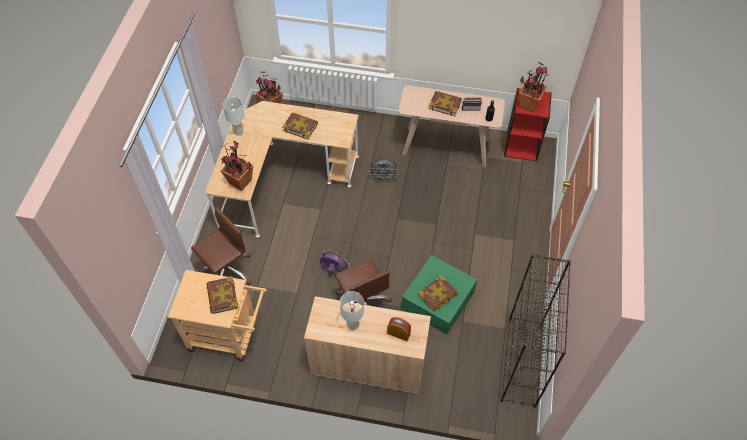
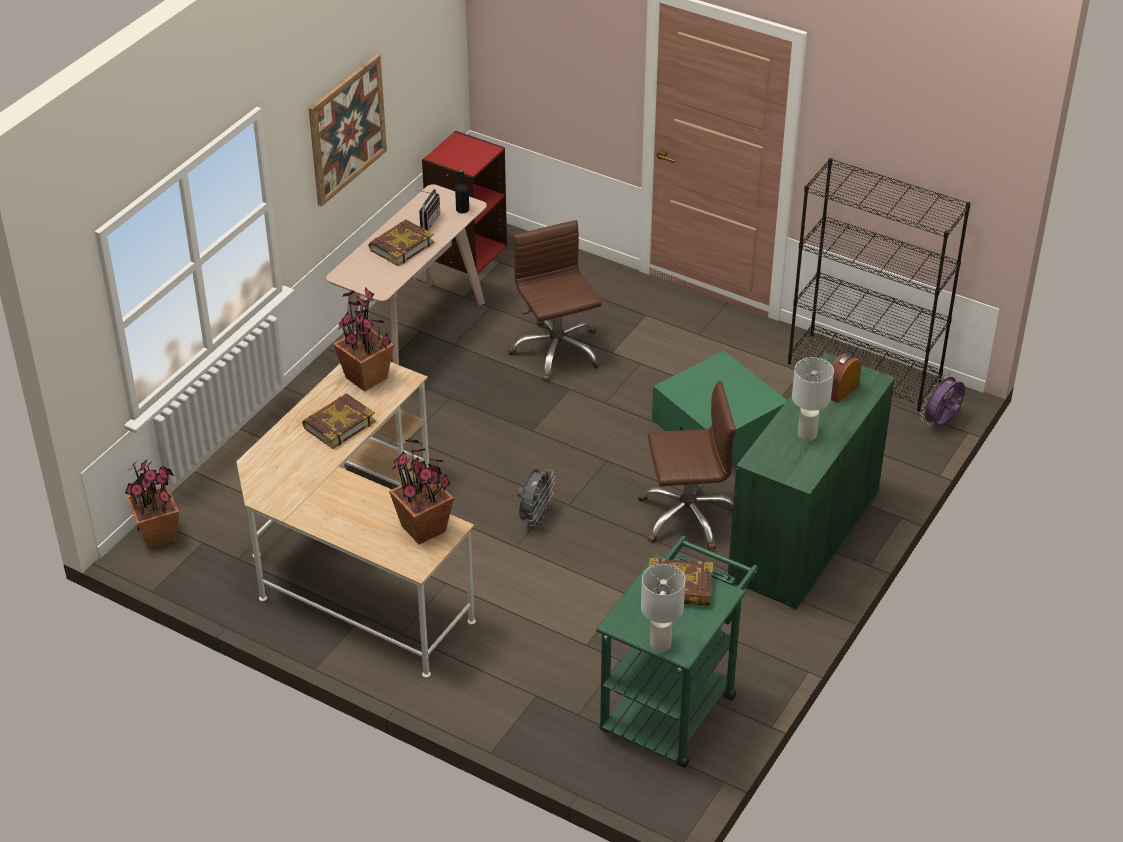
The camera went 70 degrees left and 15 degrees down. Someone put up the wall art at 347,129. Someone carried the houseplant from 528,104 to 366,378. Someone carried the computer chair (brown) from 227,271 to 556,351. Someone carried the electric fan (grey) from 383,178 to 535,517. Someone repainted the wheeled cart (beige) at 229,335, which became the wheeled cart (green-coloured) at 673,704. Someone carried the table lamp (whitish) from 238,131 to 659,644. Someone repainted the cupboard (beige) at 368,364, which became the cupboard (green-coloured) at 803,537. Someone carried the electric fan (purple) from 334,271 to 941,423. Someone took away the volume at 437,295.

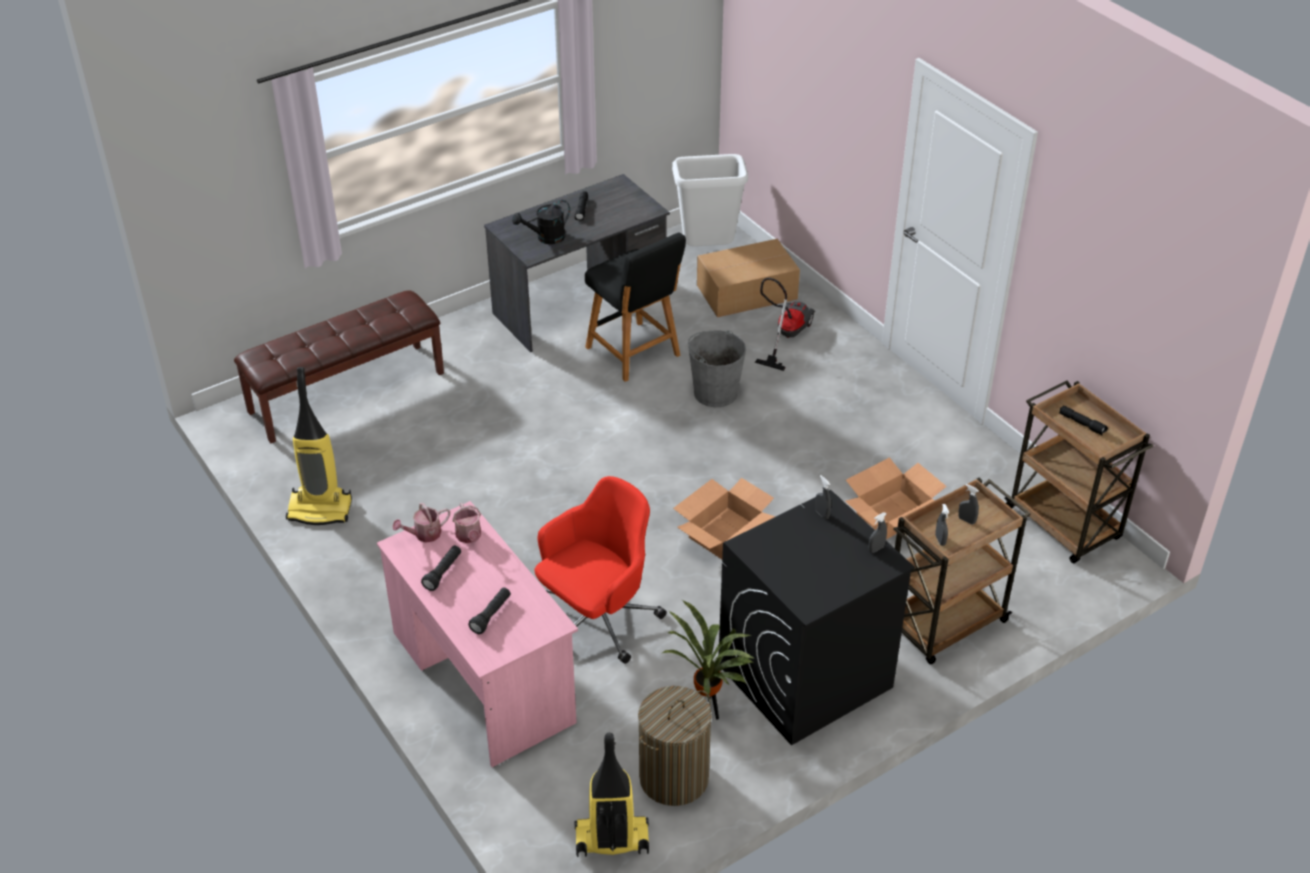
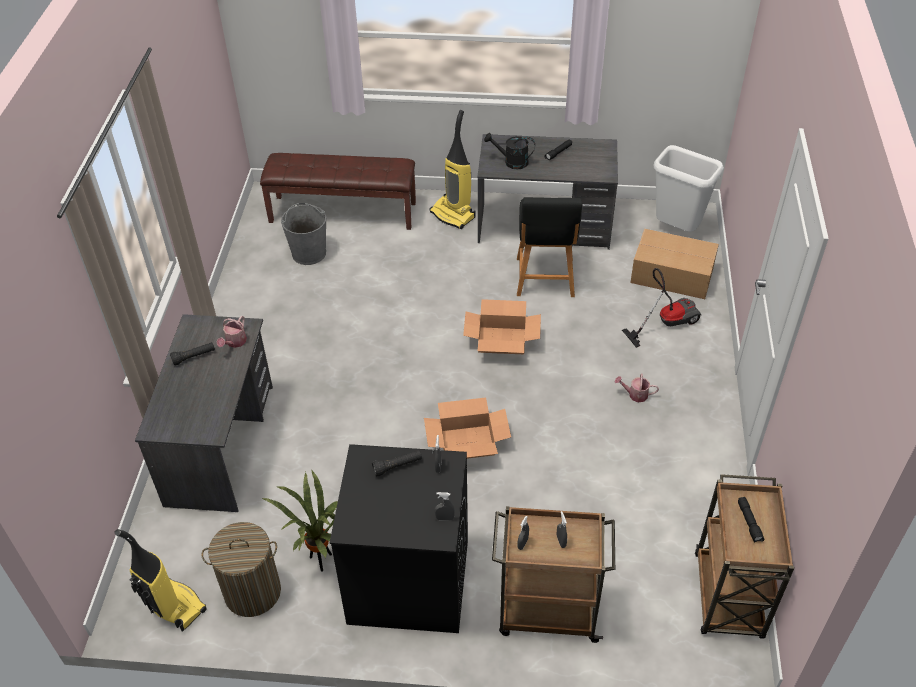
The camera went 40 degrees right and 5 degrees up. Someone repainted the desk unit (pink) at 483,677, which became the desk unit (grey) at 221,444. Someone carried the bucket (grey) from 715,392 to 309,253. Someone carried the torch (black) from 491,615 to 397,466. Someone carried the vacuum from 321,509 to 453,215. Someone carried the packing box from 893,514 to 502,340. Someone carried the watering can from 424,534 to 635,394. Someone took away the computer chair (red-coloured) at 597,620.

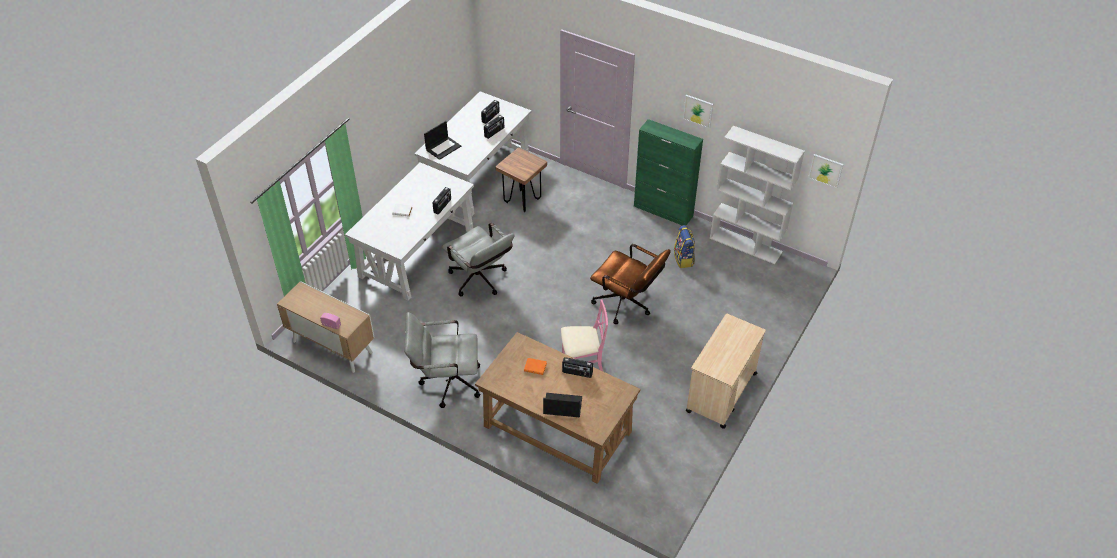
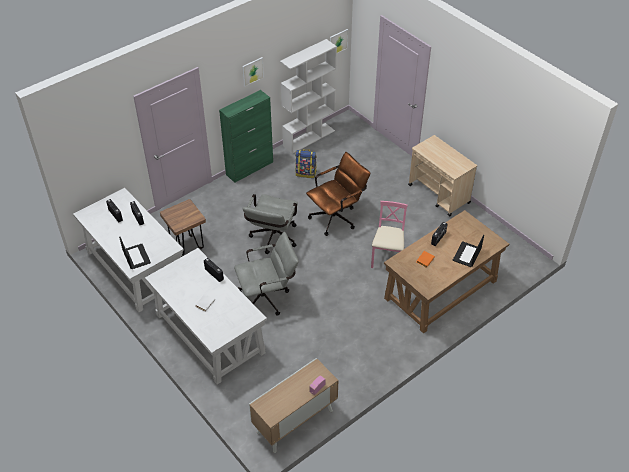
The camera went 70 degrees left and 0 degrees up. Someone carried the computer chair (grey) from 446,382 to 272,240.

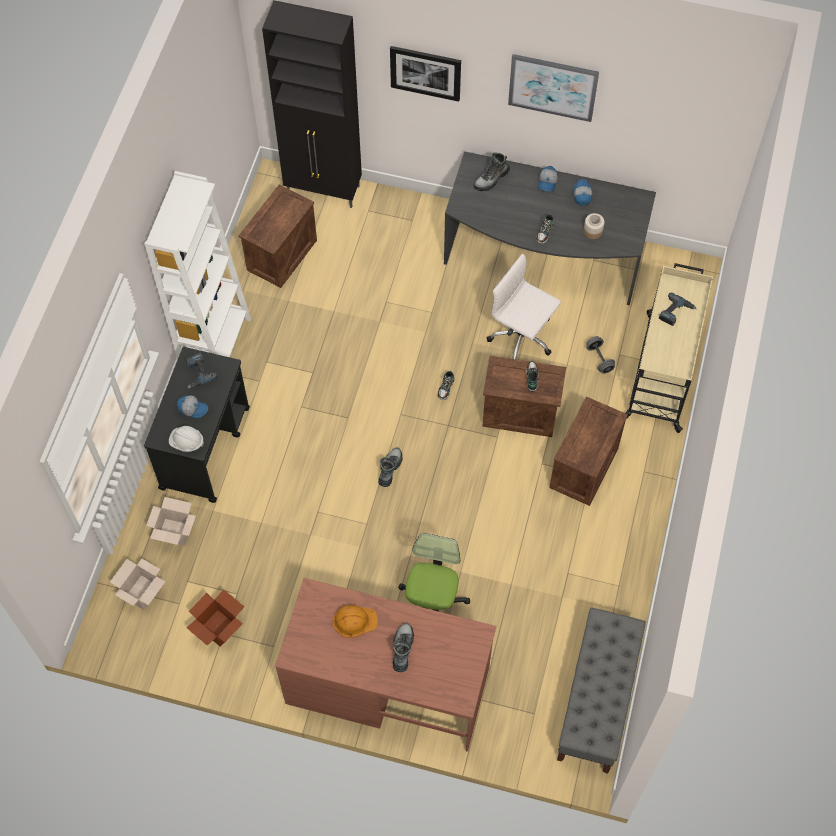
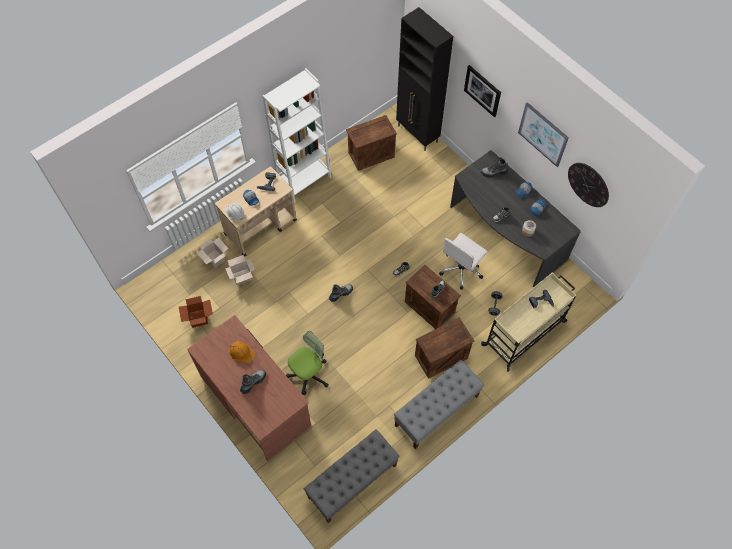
The camera went 35 degrees right and 0 degrees up. Someone repainted the wheeled cart (black) at 205,447, which became the wheeled cart (beige) at 261,227. Someone carried the packing box from 142,593 to 242,277. Someone put down the bench (grey) at 436,411. Someone rotated the computer chair (whitish) at 522,339 by 120 degrees counterclockwise. Someone put up the hanging clock at 588,184.

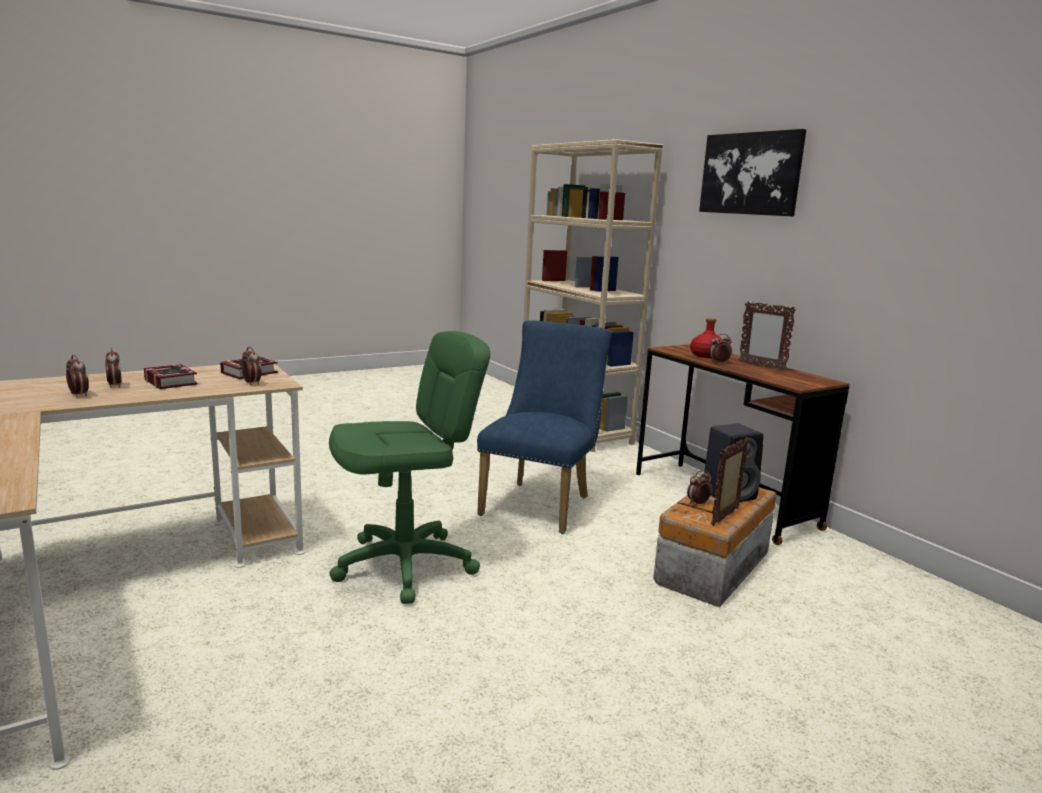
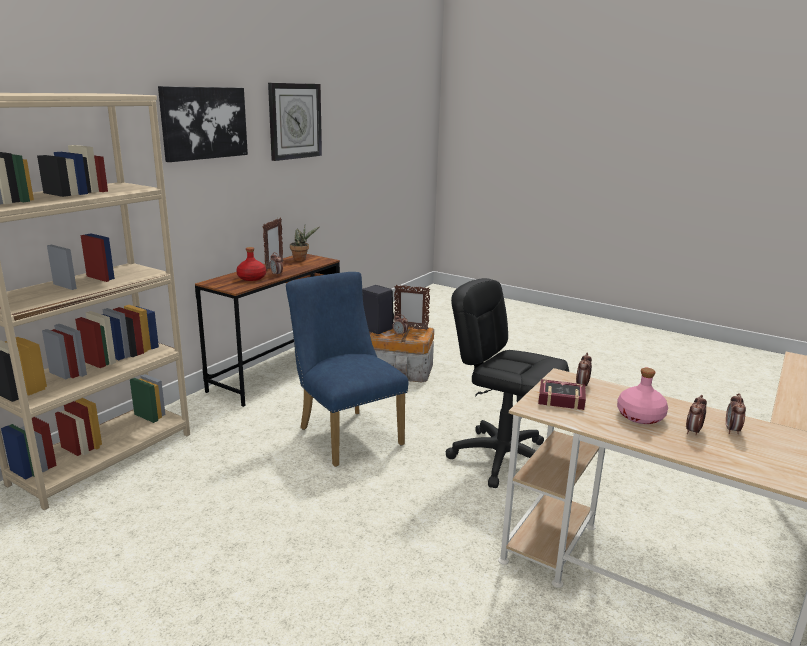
The camera went 115 degrees left and 5 degrees up. Someone put up the hanging clock at 294,121. Someone rotated the plain chair (blue) at 541,503 by 60 degrees clockwise. Someone put down the houseplant at 301,259. Someone repainted the computer chair (green-coloured) at 405,566, which became the computer chair (black) at 502,458. Someone swapped the volume at 171,381 for the drink bottle (pink) at 639,416.

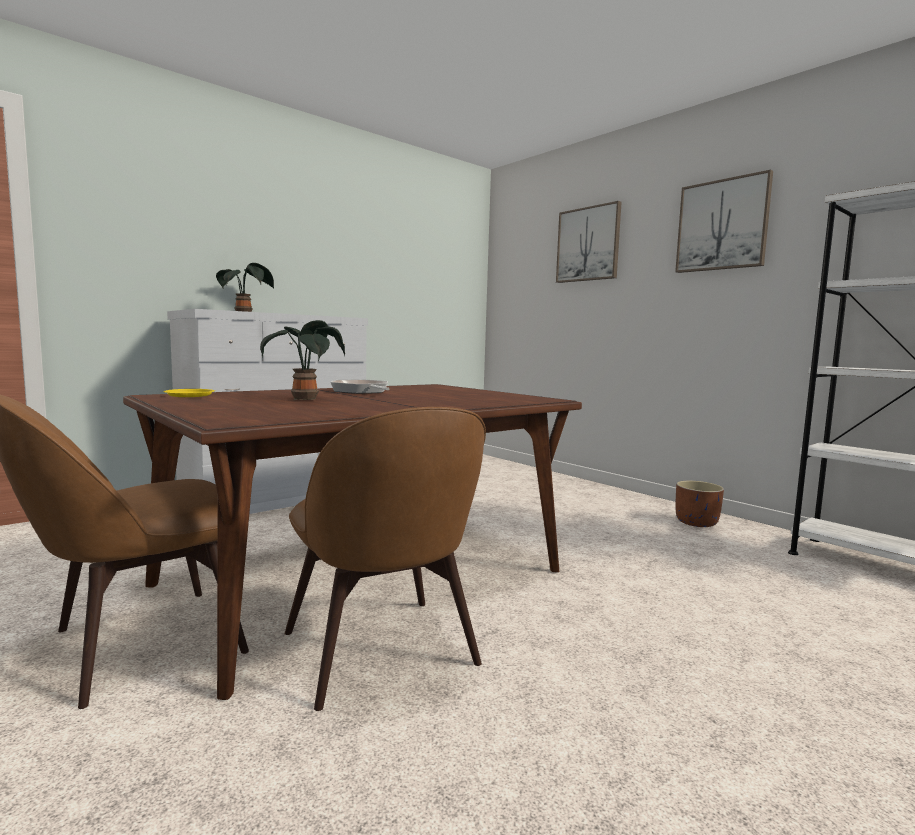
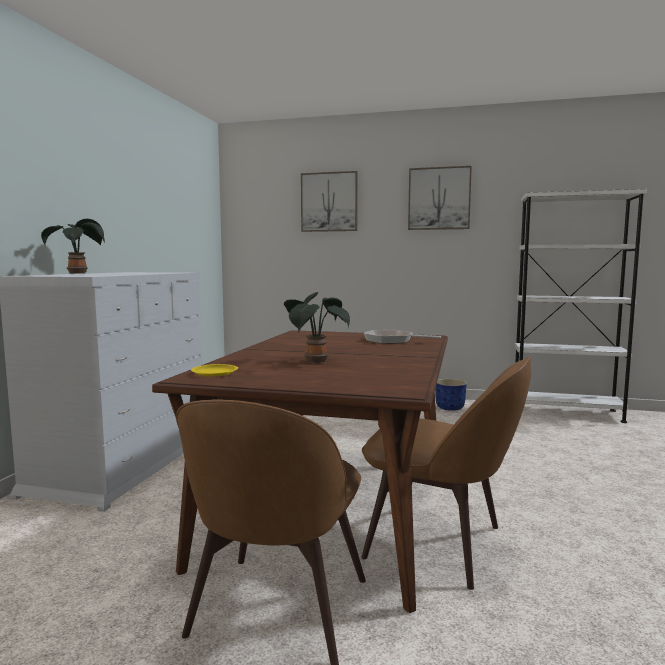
The camera went 35 degrees left and 0 degrees up. Someone carried the skillet from 361,391 to 392,341. Someone repainted the planter (brown) at 696,522, which became the planter (blue) at 450,407.

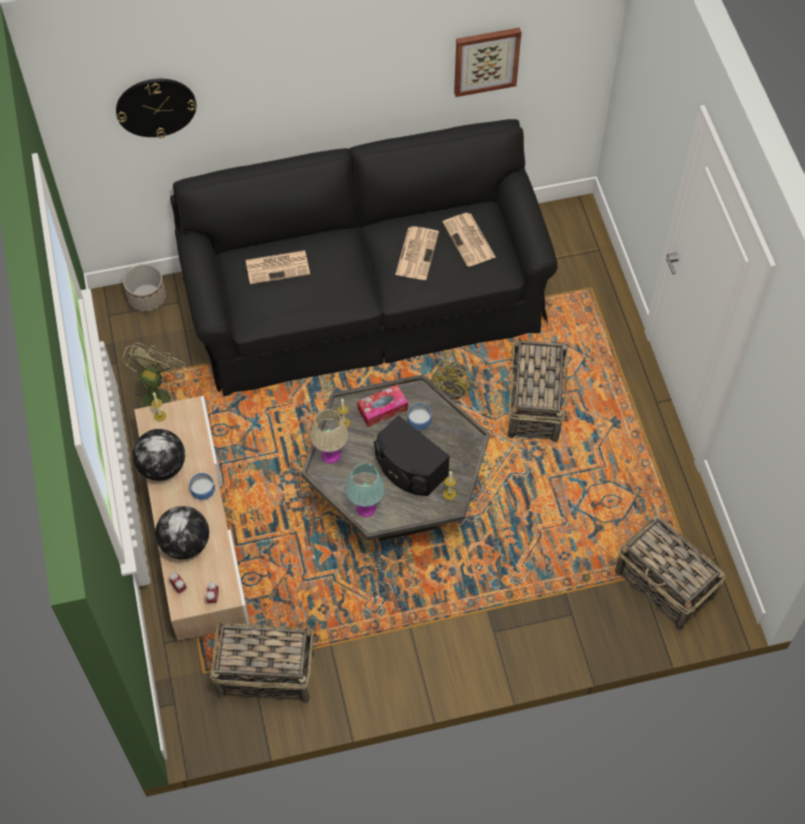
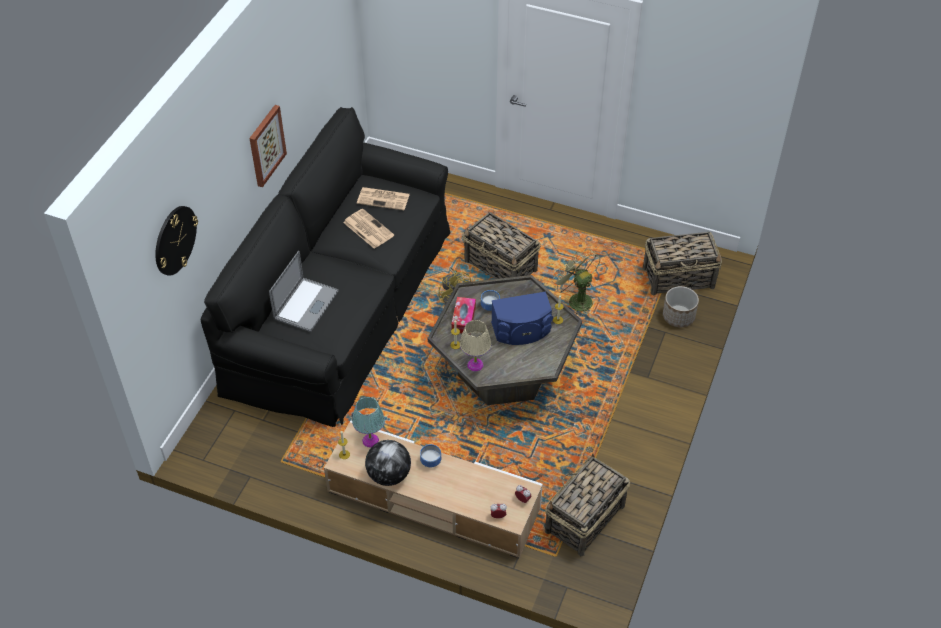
The camera went 55 degrees left and 10 degrees down. Someone carried the wall art from 486,60 to 266,145. Someone swapped the newspaper at 278,267 for the notebook computer at 306,305. Someone carried the table lamp (turquoise-coloured) from 365,508 to 370,440. Someone repainted the loudspeaker (black) at 409,469, which became the loudspeaker (blue) at 521,330. Someone carried the electric fan (green-coloured) from 158,395 to 576,300. Someone carried the planter from 147,298 to 678,316. Someone took away the desk globe at 185,544.

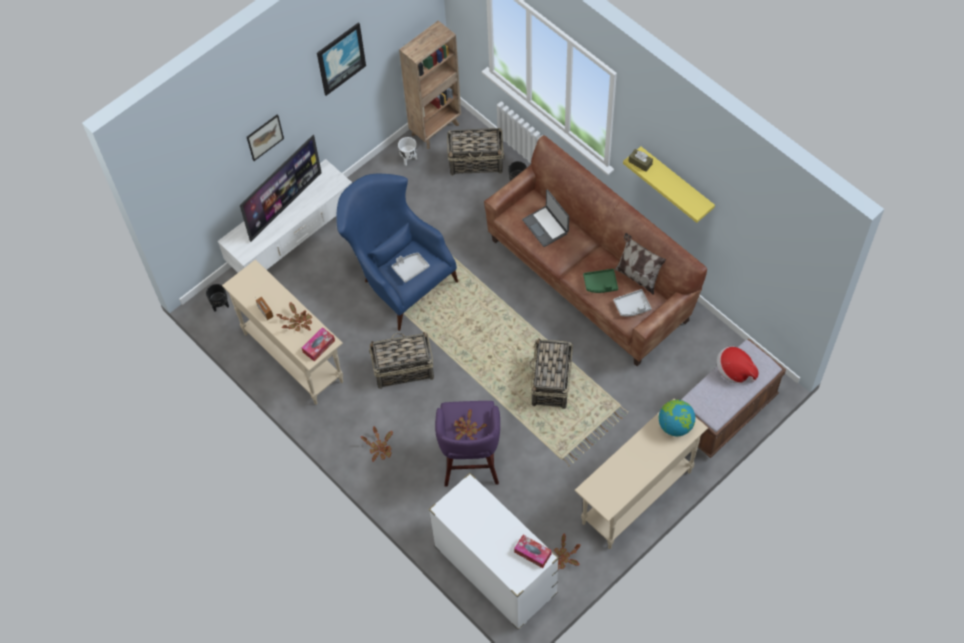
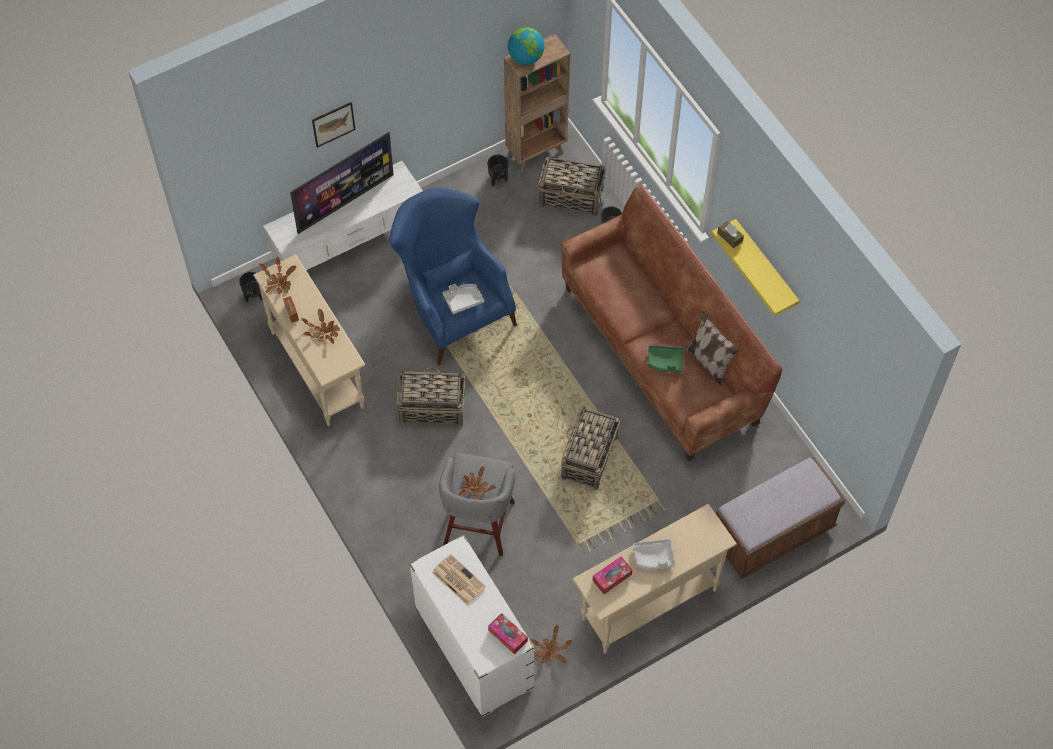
The camera went 10 degrees right and 0 degrees up. Someone carried the houseplant from 380,448 to 279,282. Someone put down the newspaper at 458,579. Someone repainted the stool (purple) at 470,462, which became the stool (grey) at 478,526. Someone repainted the planter (whitish) at 408,159, which became the planter (black) at 498,179. Someone carried the desk globe from 675,425 to 526,57. Someone carried the box of tissues from 319,346 to 612,577. Someone carried the serving tray (grey) from 632,306 to 653,557. Someone took away the wall art at 340,58. Someone took away the notebook computer at 546,226. Someone took away the hat at 734,370.

